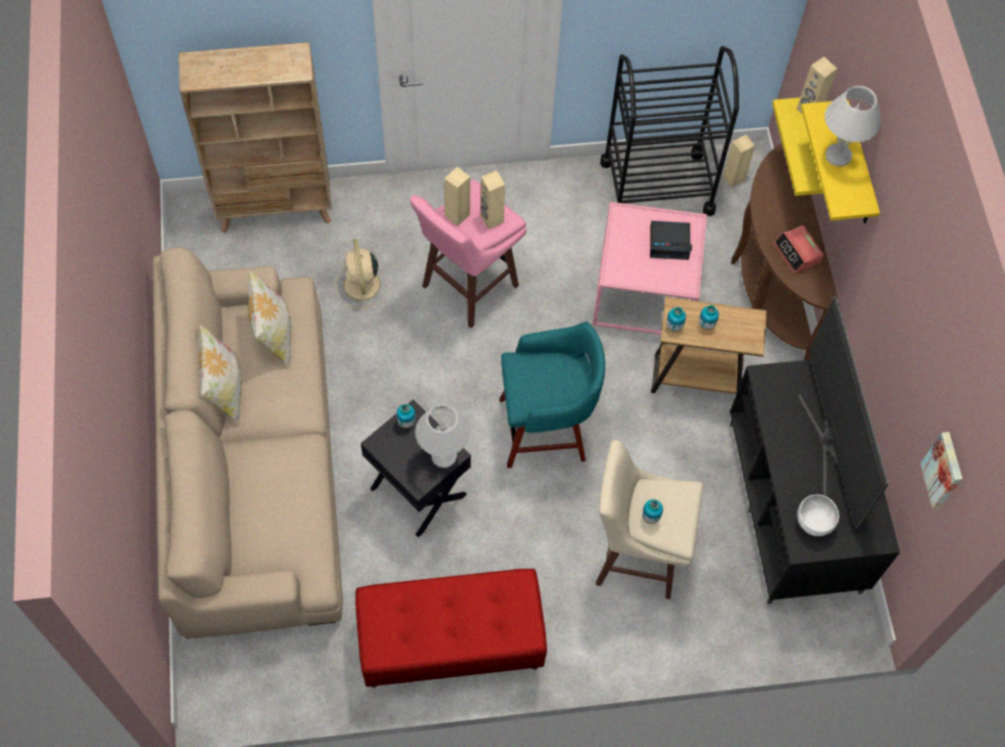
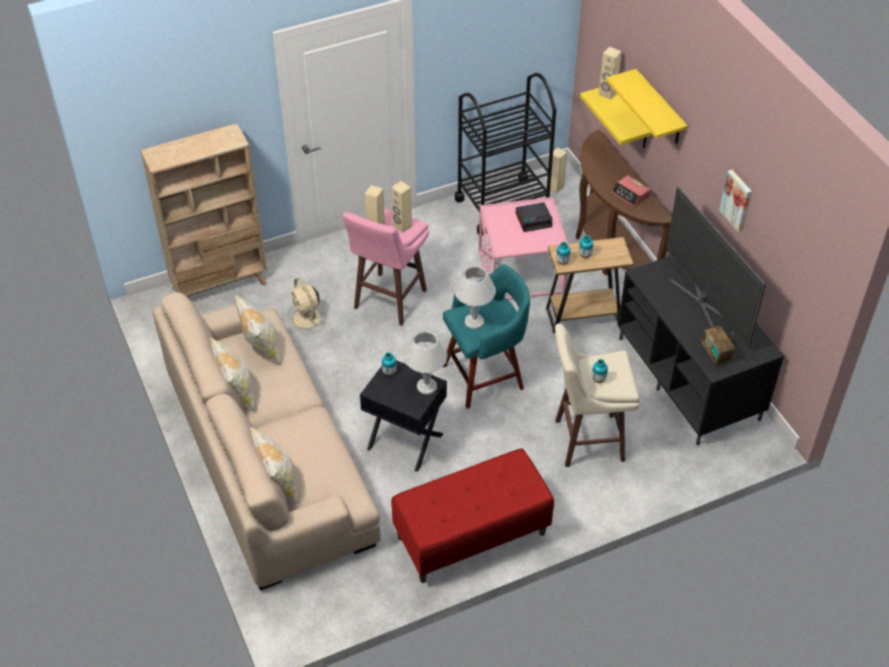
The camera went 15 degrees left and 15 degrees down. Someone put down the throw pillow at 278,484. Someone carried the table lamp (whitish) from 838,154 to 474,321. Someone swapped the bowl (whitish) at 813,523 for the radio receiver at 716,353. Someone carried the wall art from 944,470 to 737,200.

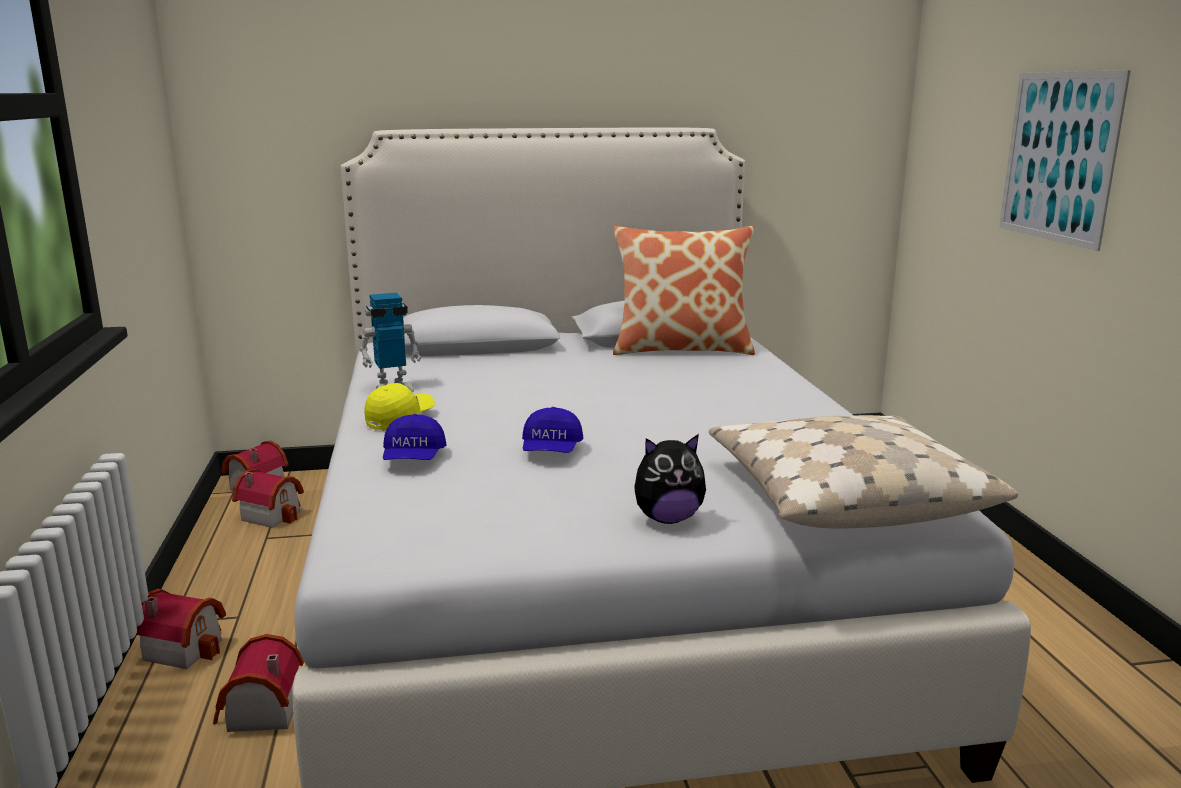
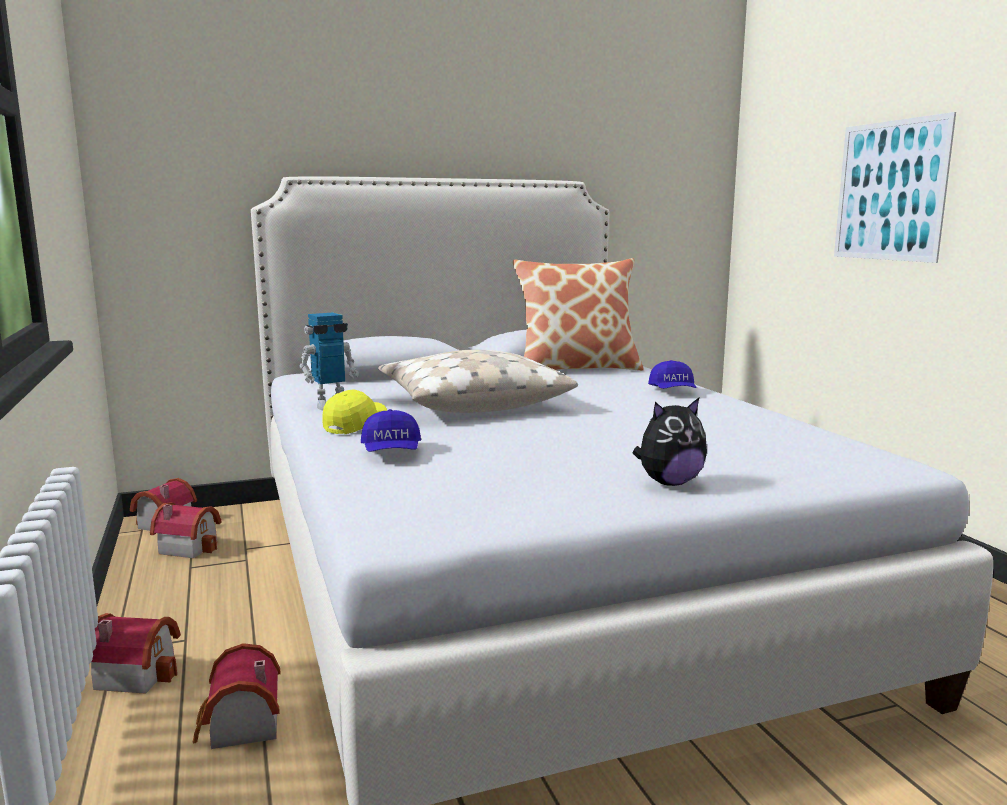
The camera went 10 degrees left and 5 degrees down. Someone carried the throw pillow (beige) from 844,495 to 471,402. Someone carried the peaked cap (blue) from 551,451 to 673,391.

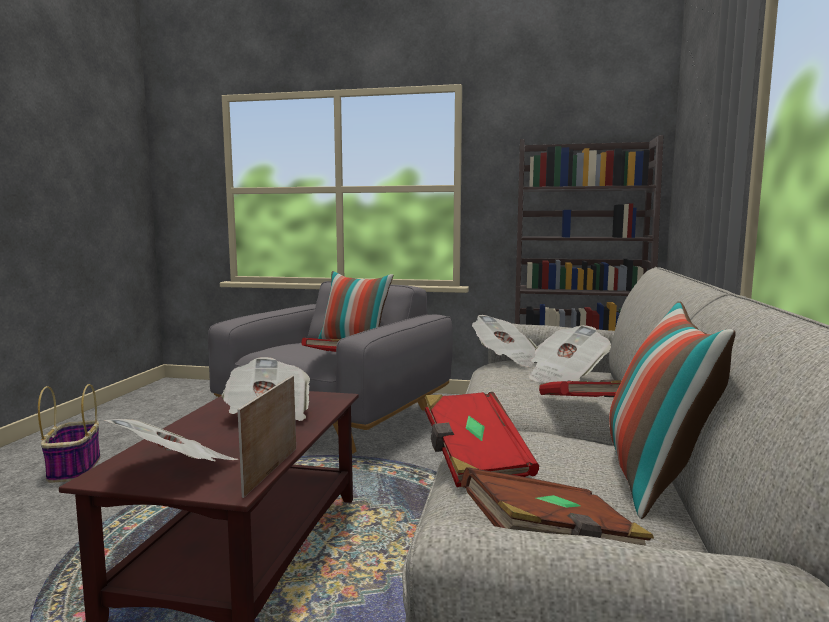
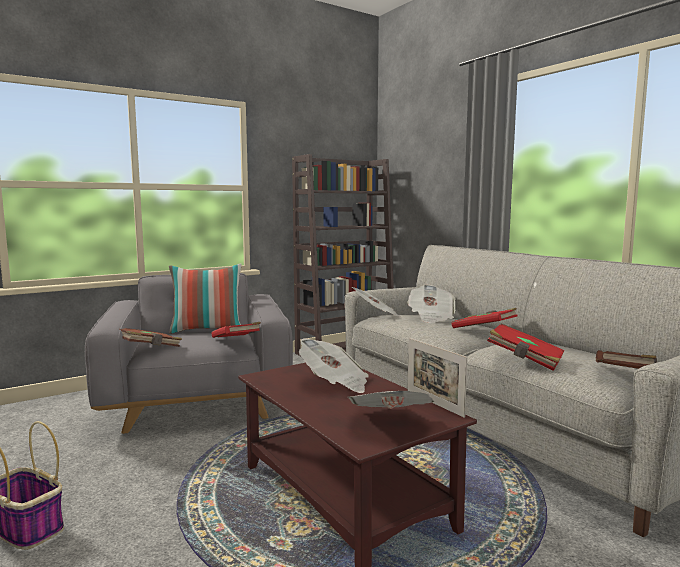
The camera went 45 degrees left and 0 degrees up. Someone put down the volume (brown) at 148,349. Someone took away the throw pillow at 656,478.

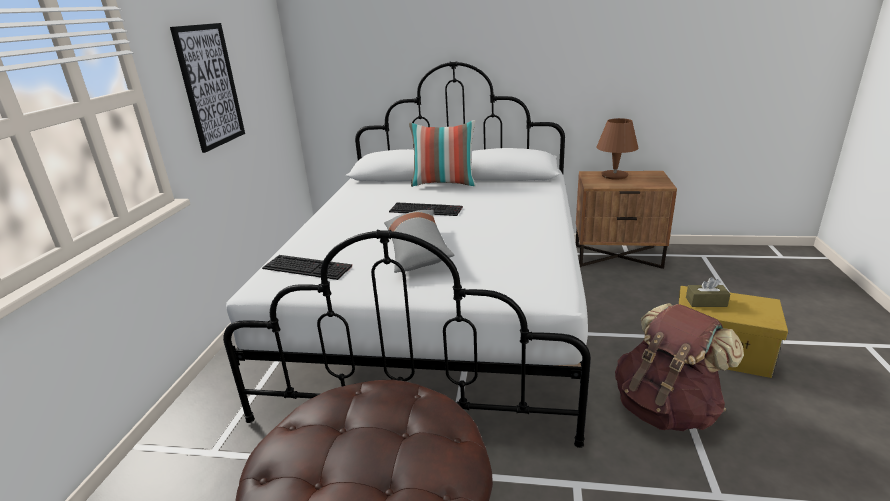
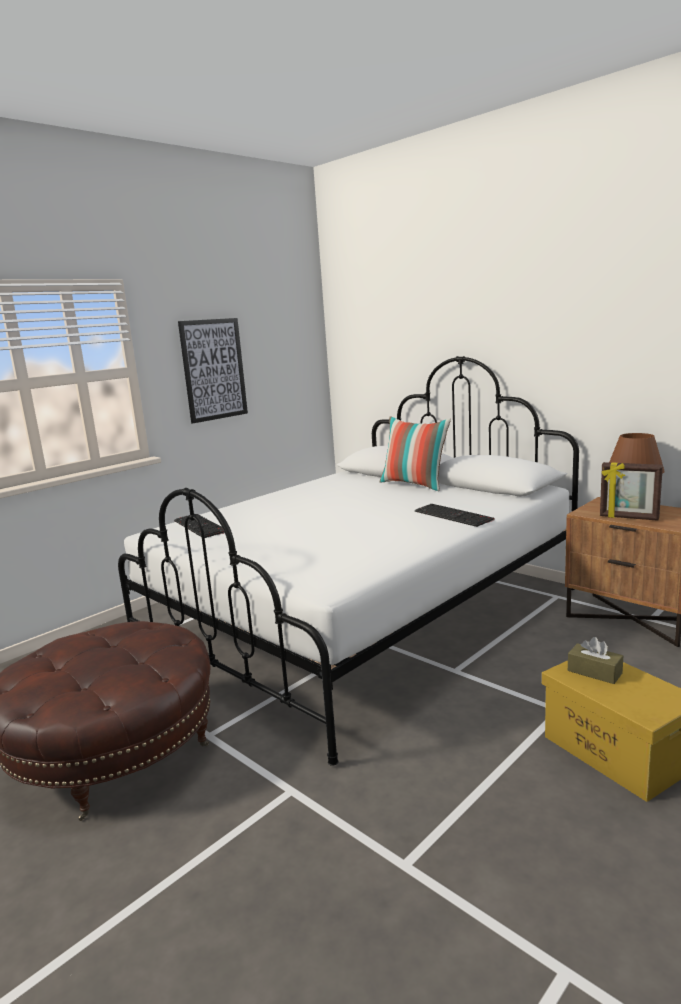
The camera went 35 degrees right and 10 degrees down. Someone carried the keyboard from 427,209 to 454,515. Someone put down the standing frame at 628,518. Someone took away the throw pillow (grey) at 416,250. Someone took away the rucksack (brown) at 666,408.

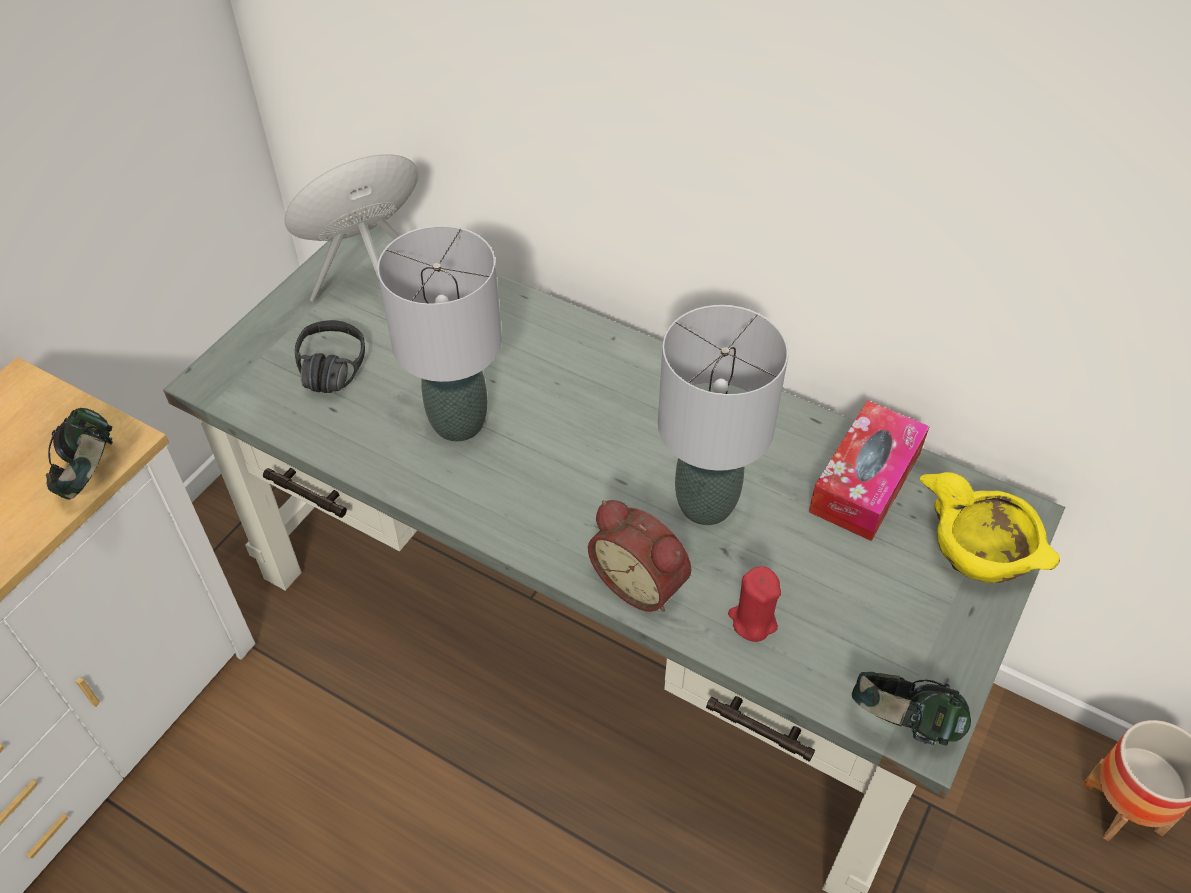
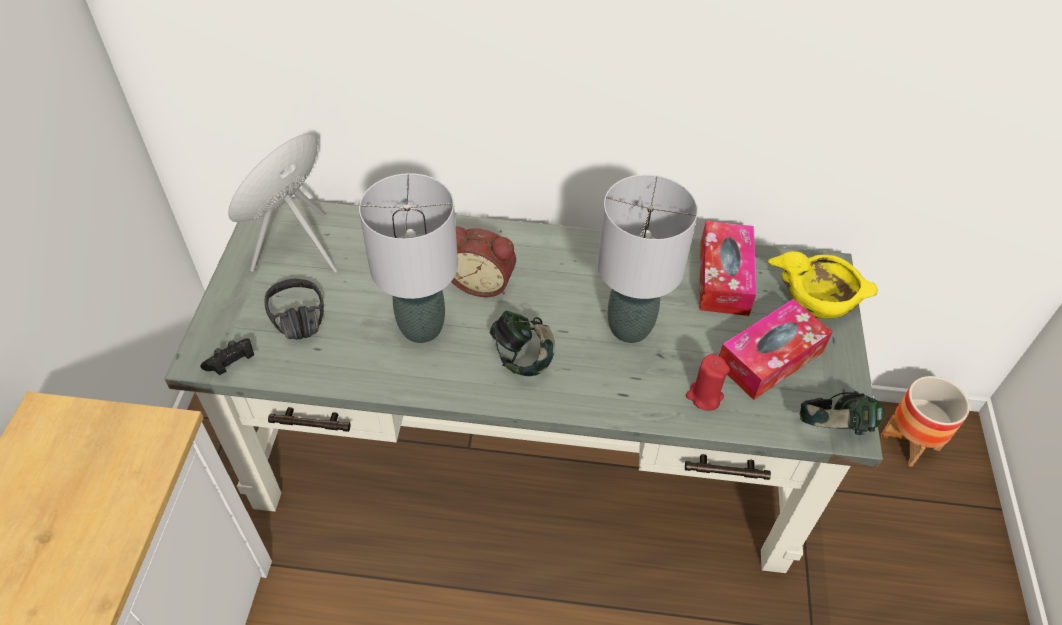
The camera went 25 degrees left and 0 degrees up. Someone put down the game controller (black) at 232,363. Someone carried the bedside clock from 641,582 to 482,282. Someone carried the headset from 90,474 to 522,357. Someone put down the box of tissues at 770,358.

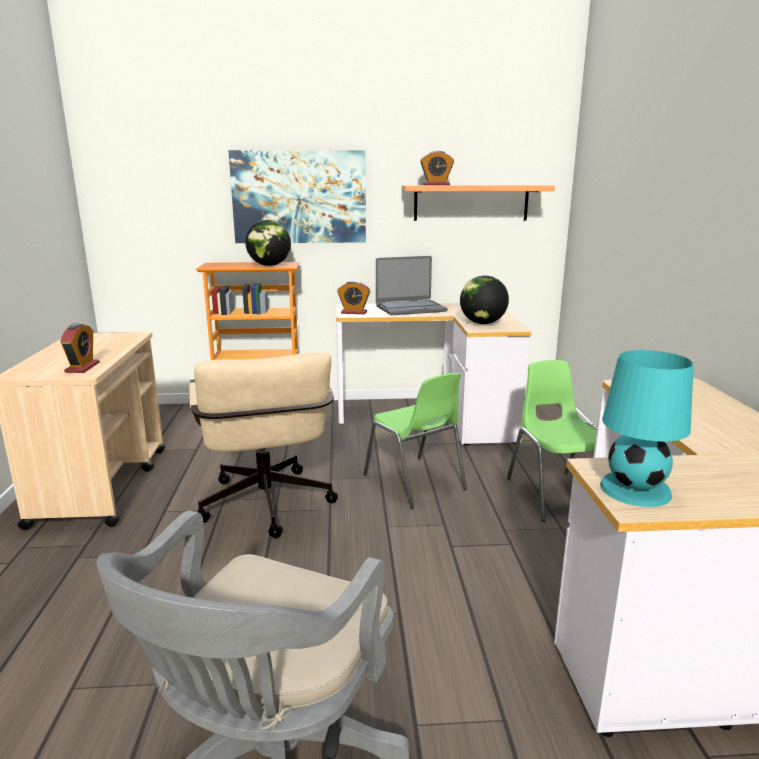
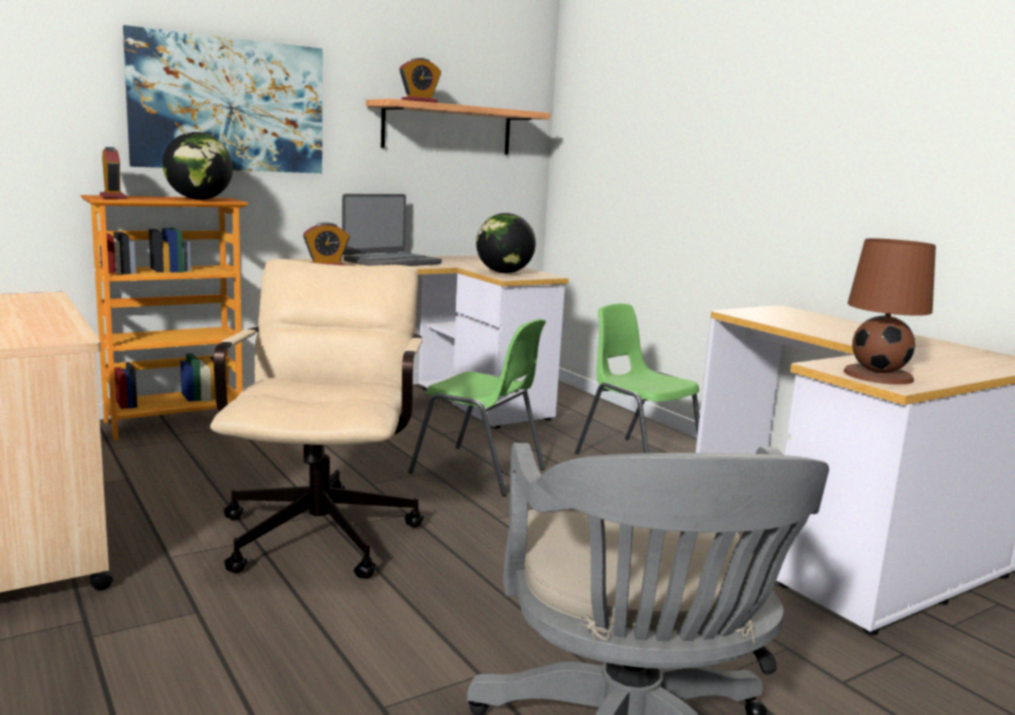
The camera went 30 degrees left and 5 degrees down. Someone carried the bedside clock from 82,367 to 112,197. Someone rotated the computer chair (beige) at 267,509 by 135 degrees counterclockwise. Someone repainted the table lamp (turquoise-coloured) at 635,489, which became the table lamp (brown) at 877,375.

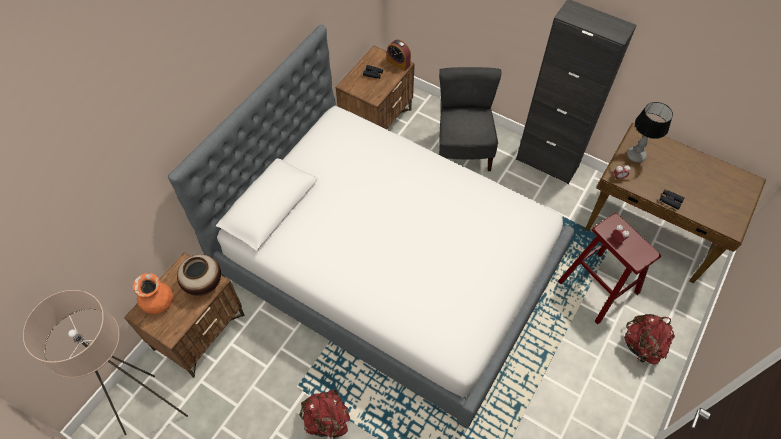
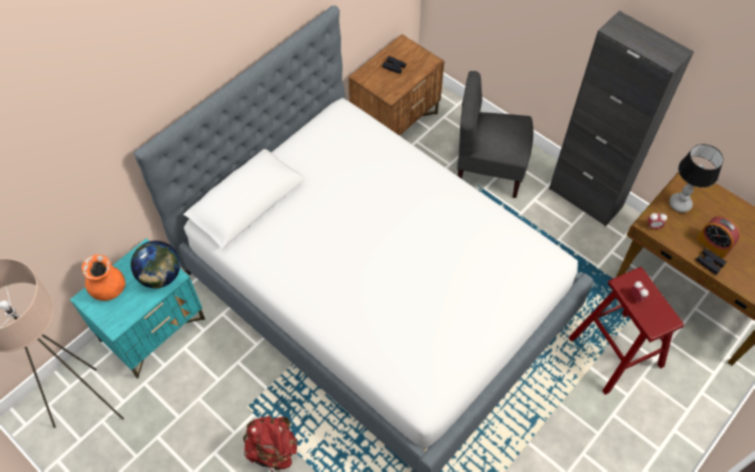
The camera went 10 degrees right and 0 degrees up. Someone repainted the nightstand (brown) at 200,331, which became the nightstand (turquoise-coloured) at 153,329. Someone swapped the flower vase at 204,284 for the desk globe at 161,276. Someone rotated the plain chair (grey) at 463,151 by 90 degrees counterclockwise. Someone carried the bedside clock from 398,63 to 713,244. Someone took away the rucksack (red-coloured) at 642,346.

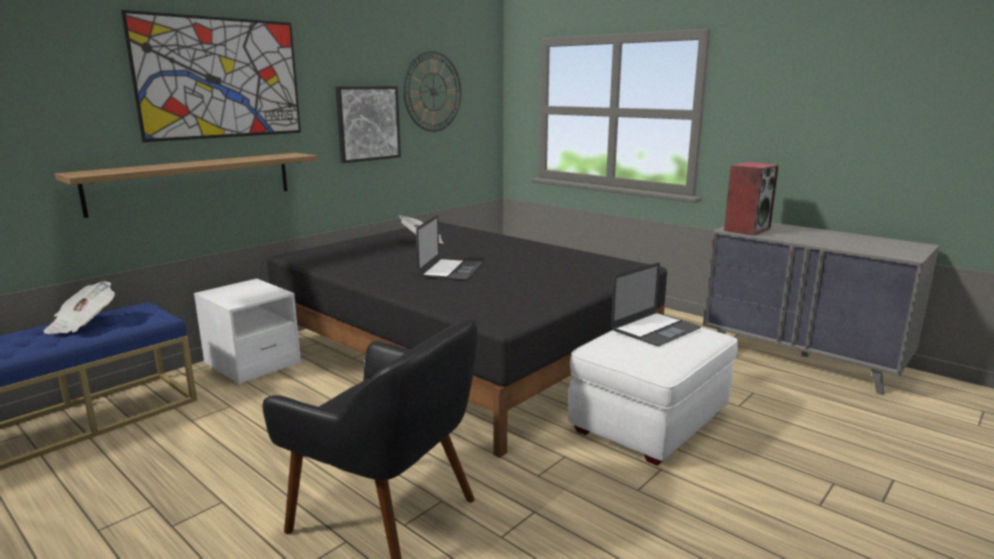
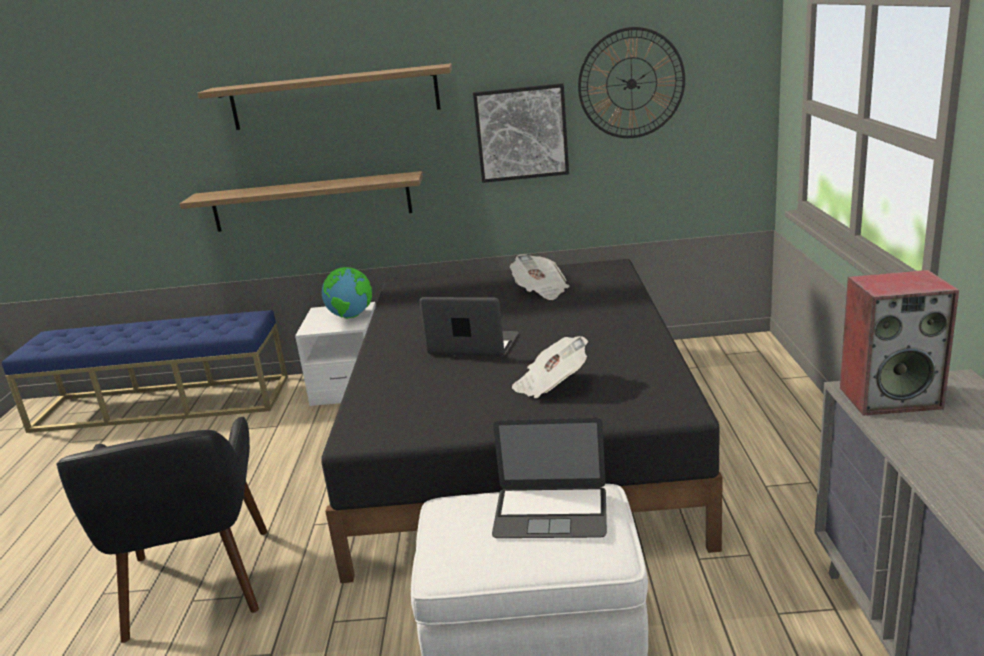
The camera went 50 degrees right and 5 degrees up. Someone swapped the wall art at 221,78 for the wall shelf at 334,97. Someone put down the desk globe at 351,316. Someone rotated the notebook computer at 450,270 by 135 degrees counterclockwise. Someone carried the newspaper from 82,324 to 551,385.

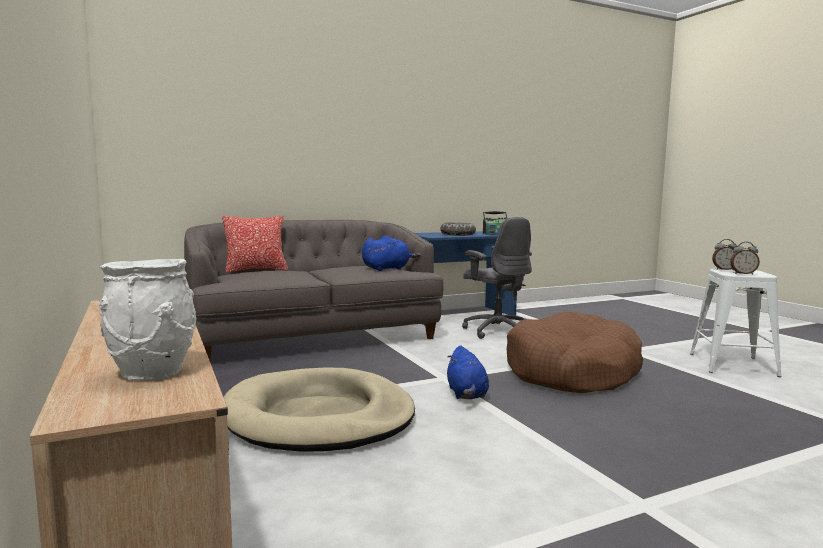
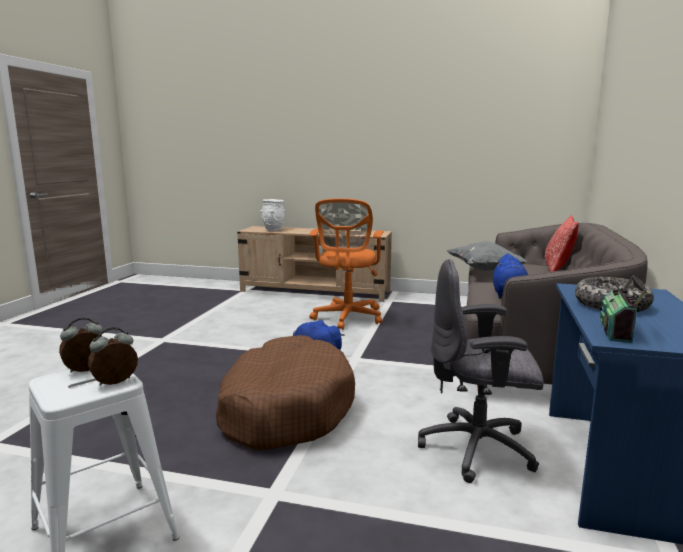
The camera went 130 degrees right and 5 degrees up. Someone swapped the pet bed (beige) at 319,417 for the computer chair (orangey) at 347,318. Someone put down the throw pillow (grey) at 485,270.

